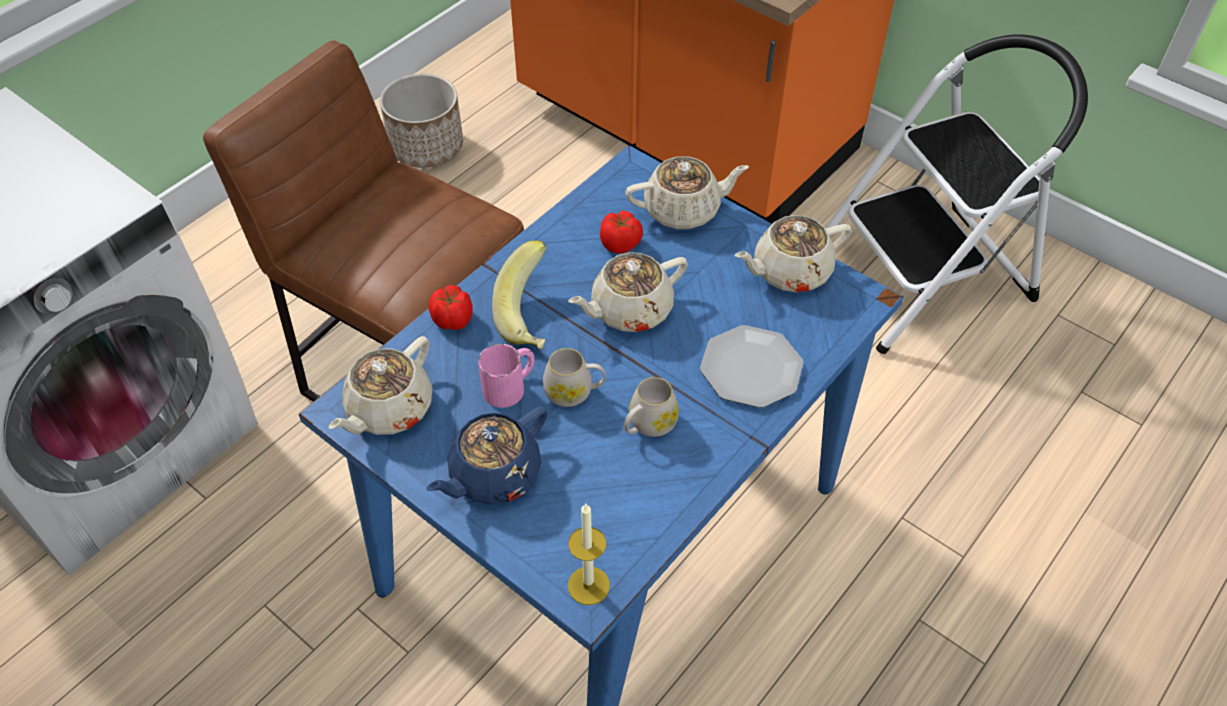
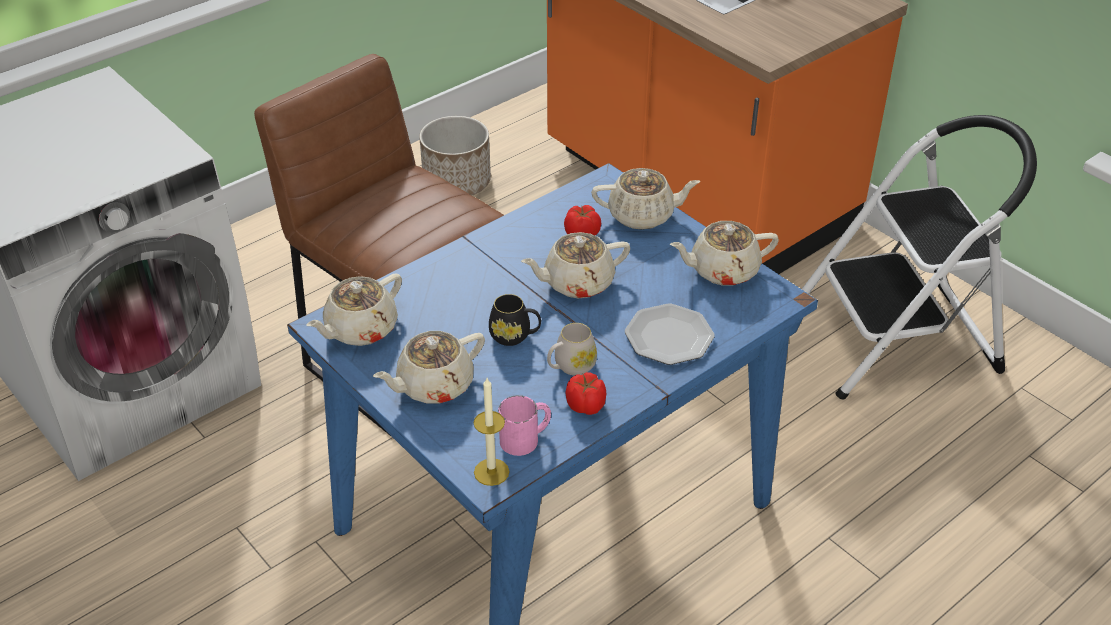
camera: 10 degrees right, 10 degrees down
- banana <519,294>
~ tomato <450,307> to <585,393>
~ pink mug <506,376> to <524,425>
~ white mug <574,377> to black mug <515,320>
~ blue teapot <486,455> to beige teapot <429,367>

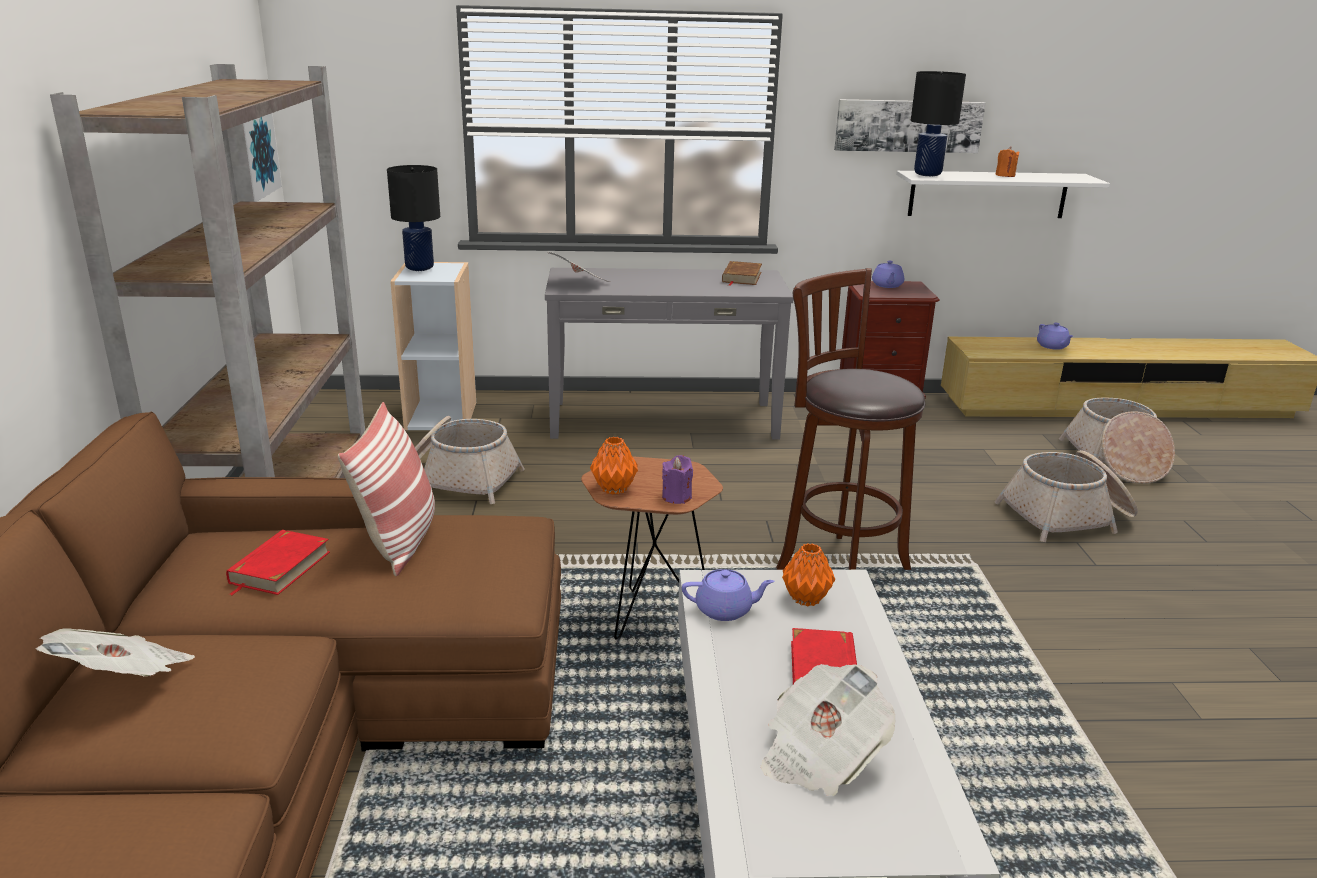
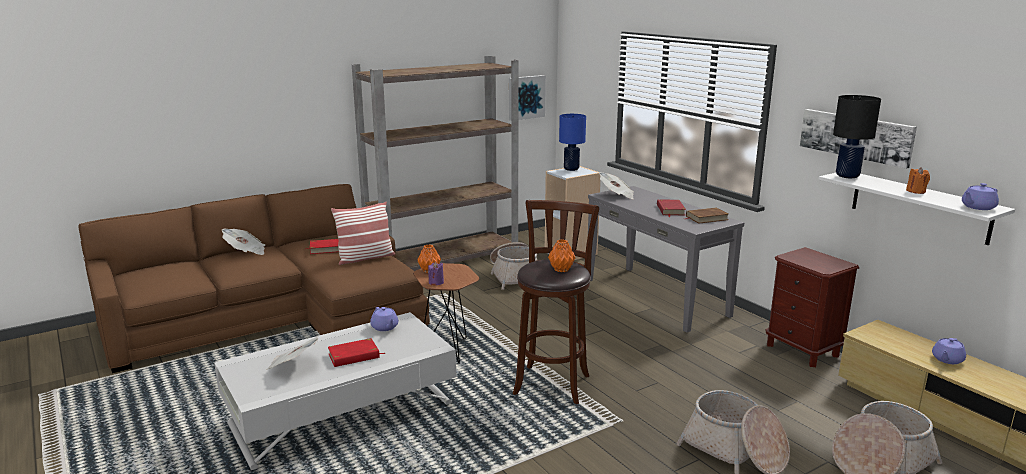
camera: 60 degrees right, 5 degrees down
~ black table lamp <413,218> to blue table lamp <572,142>
~ purple teapot <888,274> to <980,196>
~ orange vase <808,575> to <561,255>
+ red book <671,208>

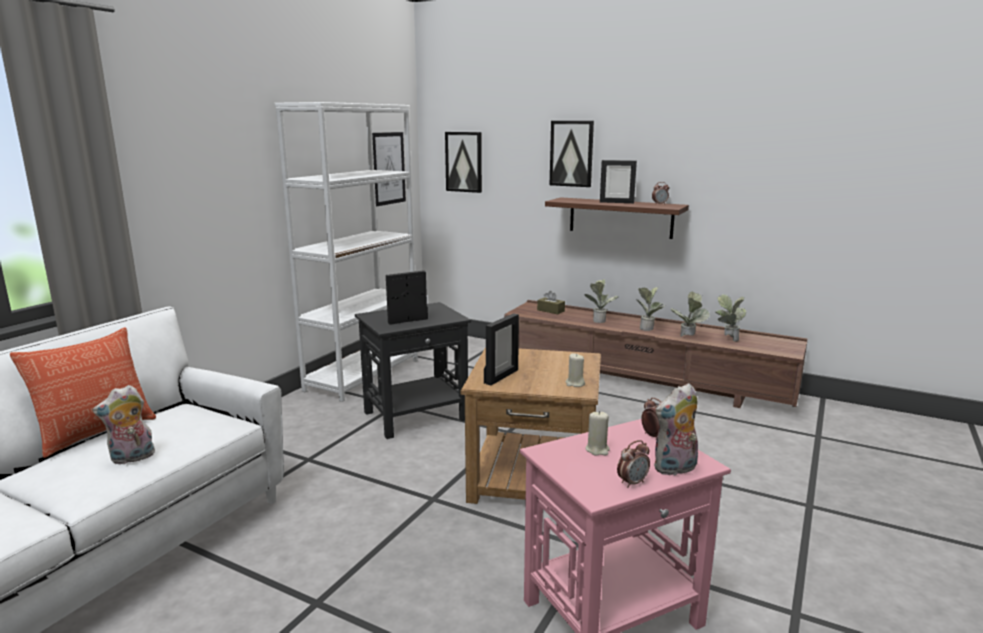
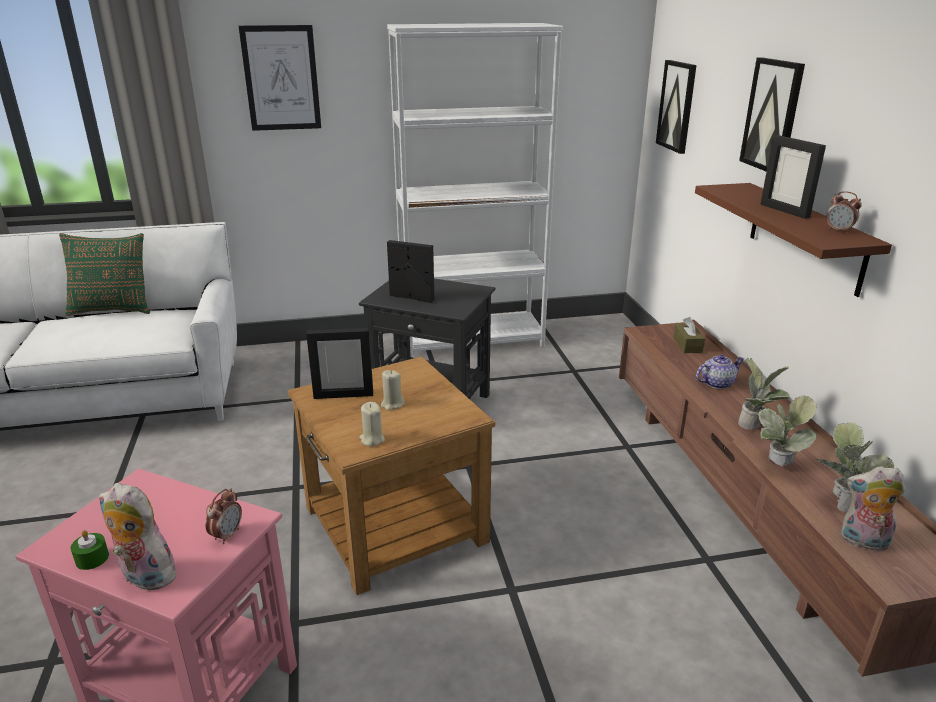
camera: 50 degrees right, 10 degrees up
~ picture <389,169> to <280,78>
~ potted plant <601,301> to teapot <720,372>
~ orange pillow <83,392> to green pillow <104,274>
~ plush toy <124,424> to <873,508>
~ beige candle <597,433> to <393,390>
~ alarm clock <633,464> to green candle <90,550>

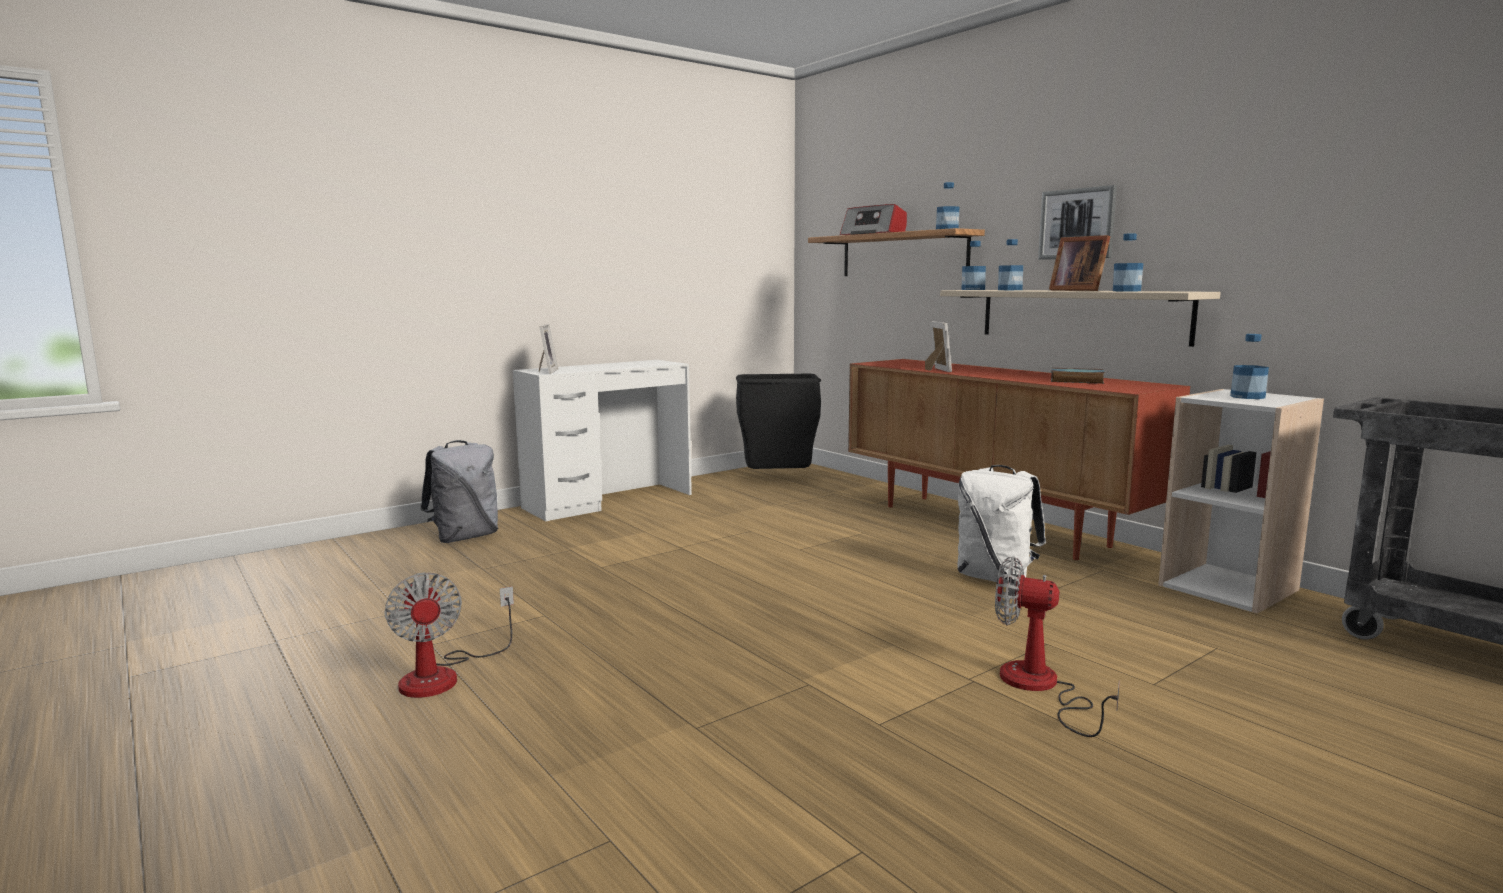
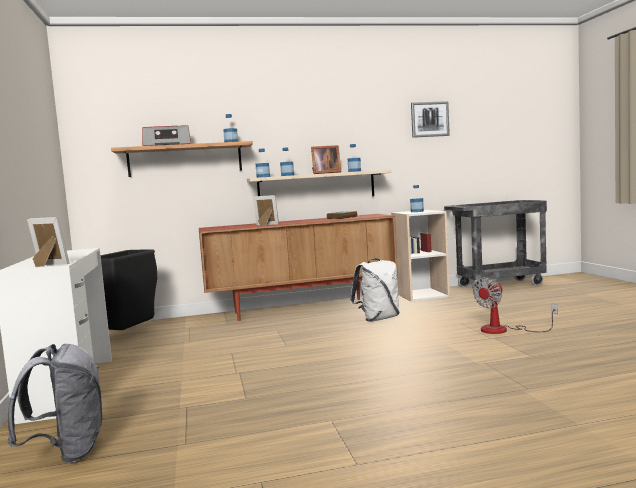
camera: 65 degrees left, 5 degrees down
~ picture <1077,222> to <430,119>
- fan <449,635>

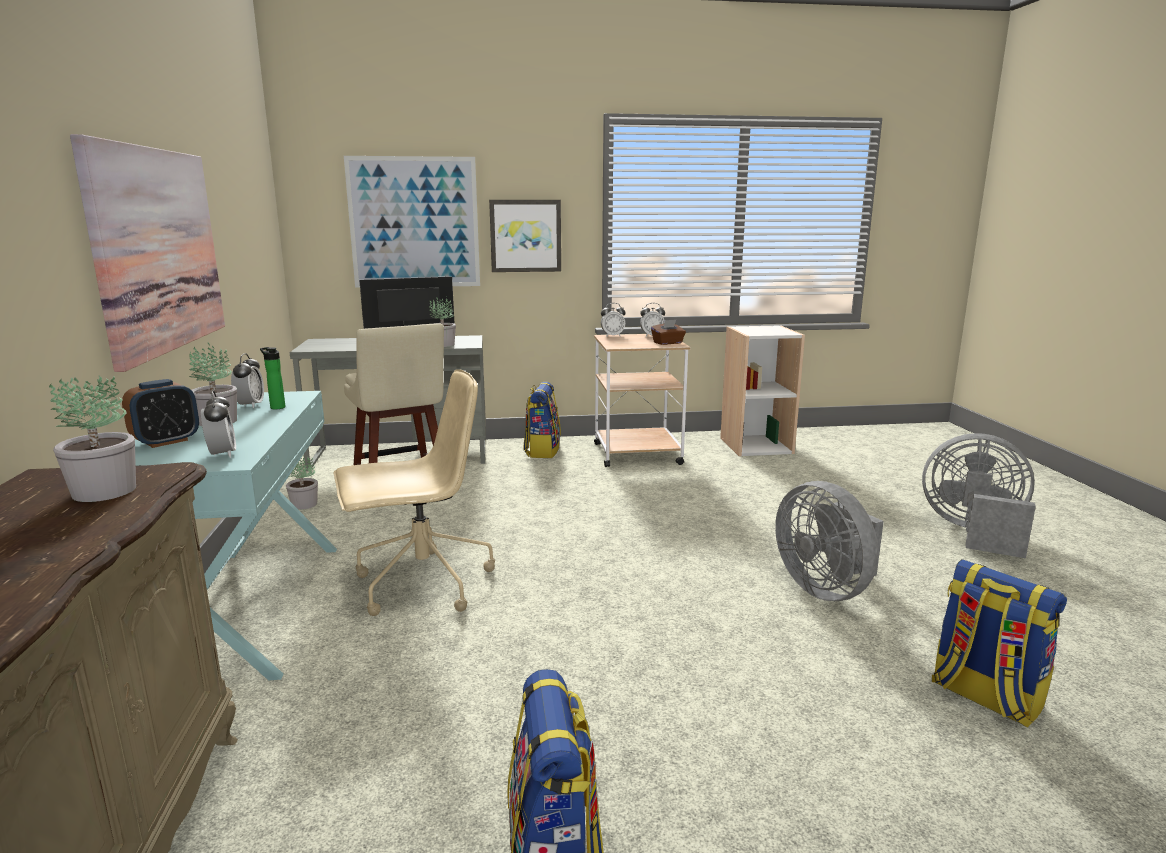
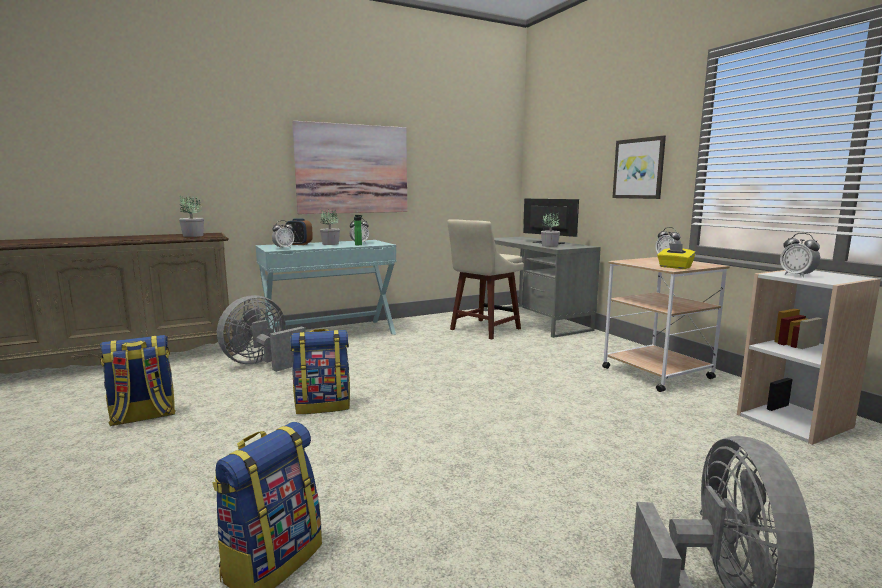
camera: 70 degrees right, 5 degrees down
- picture <412,222>
~ alarm clock <652,319> to <800,255>
~ brown tissue box <668,332> to yellow tissue box <676,256>
- beige office chair <414,492>
~ backpack <542,420> to <320,371>
- potted plant <302,483>
~ grey fan <829,541> to <261,333>

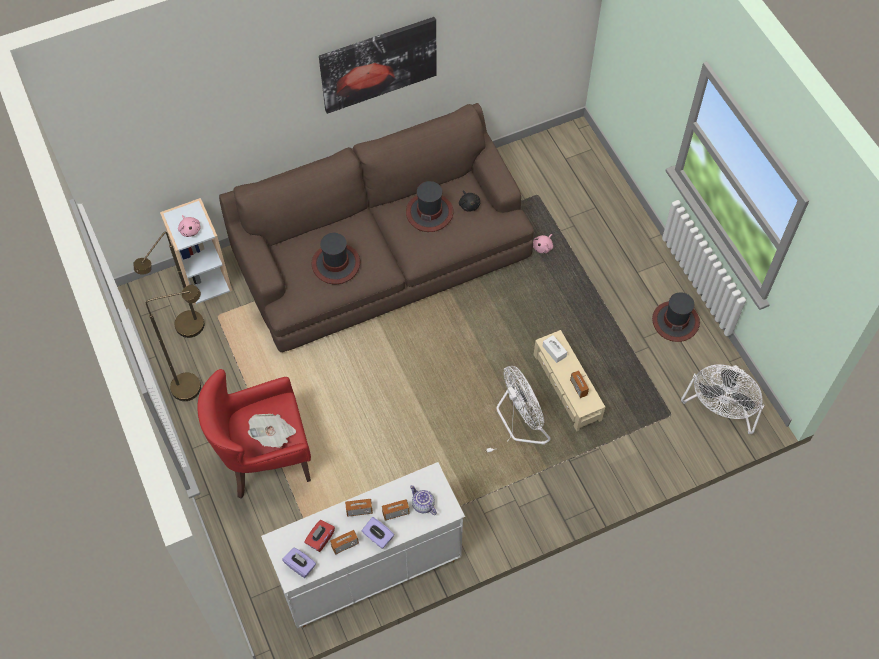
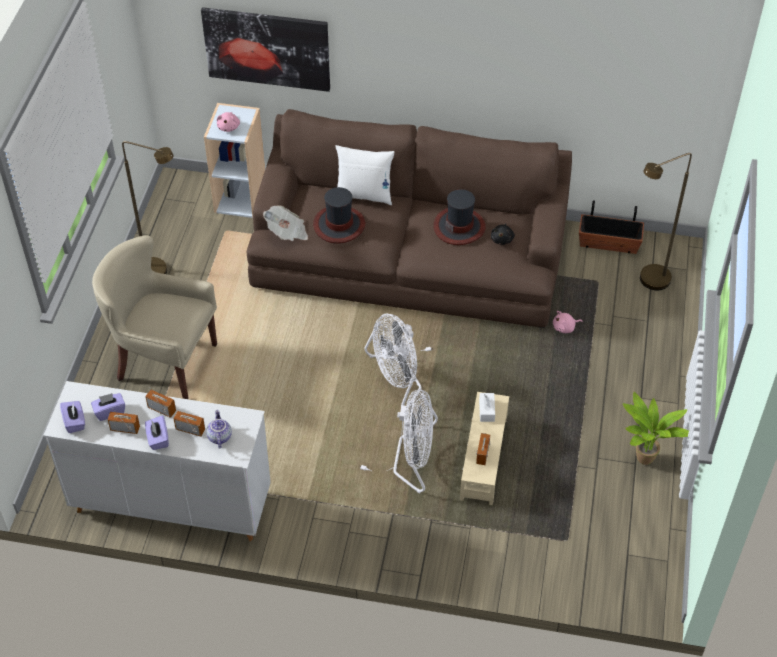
camera: 35 degrees right, 10 degrees down
~ picture <377,65> to <265,49>
~ brown floor lamp <169,285> to <666,221>
~ hat <676,317> to potted plant <656,428>
~ white fan <722,399> to <398,361>
~ red armchair <254,434> to beige armchair <154,317>
~ newspaper <272,431> to <285,223>
~ red tissue box <319,536> to purple tissue box <108,407>
+ white pillow <364,175>
+ planter <611,227>

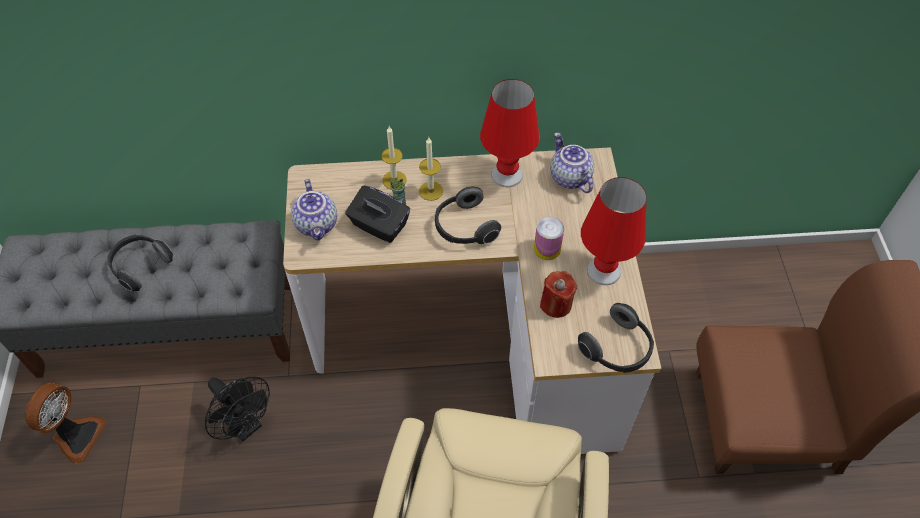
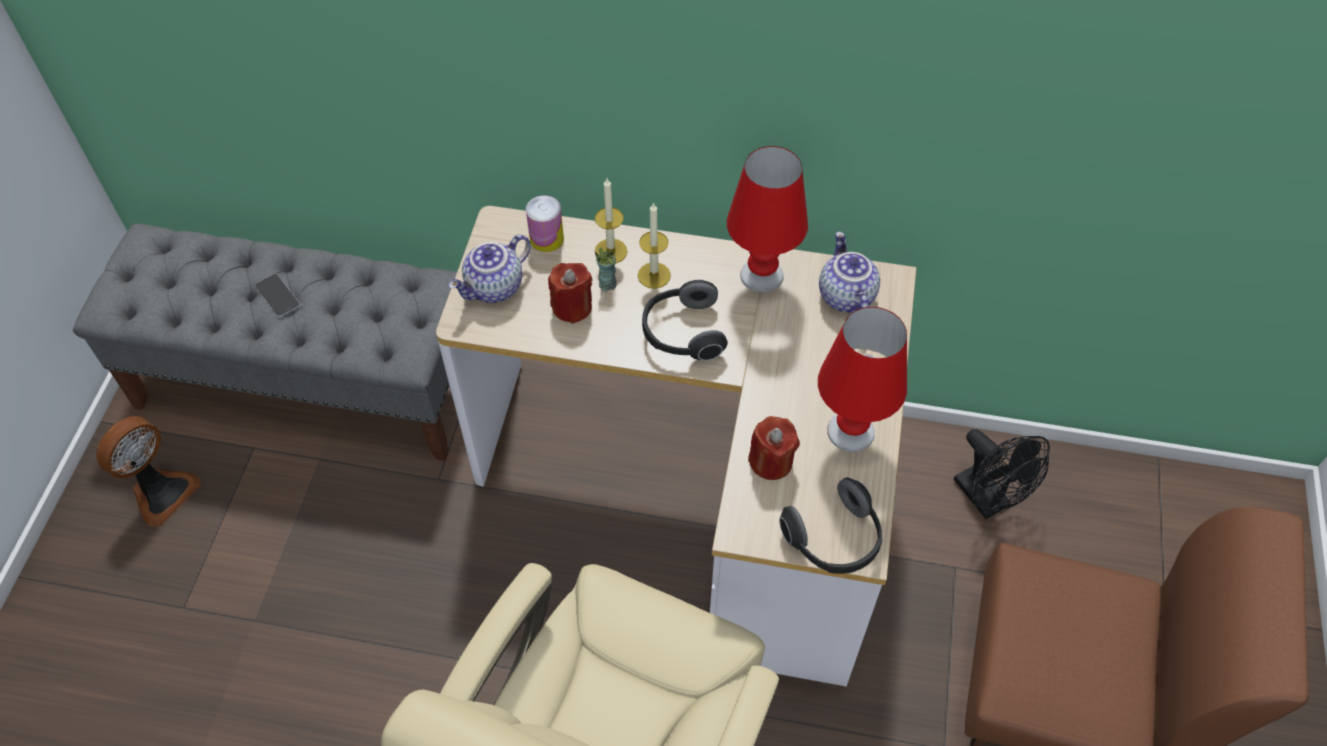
camera: 15 degrees right, 0 degrees up
~ teapot <314,209> = <490,268> 45 degrees clockwise
~ black tissue box <378,214> to red candle <570,293>
~ can <549,238> to <545,223>
~ headphones <140,263> to phone <278,295>
~ black fan <237,409> to <1002,474>

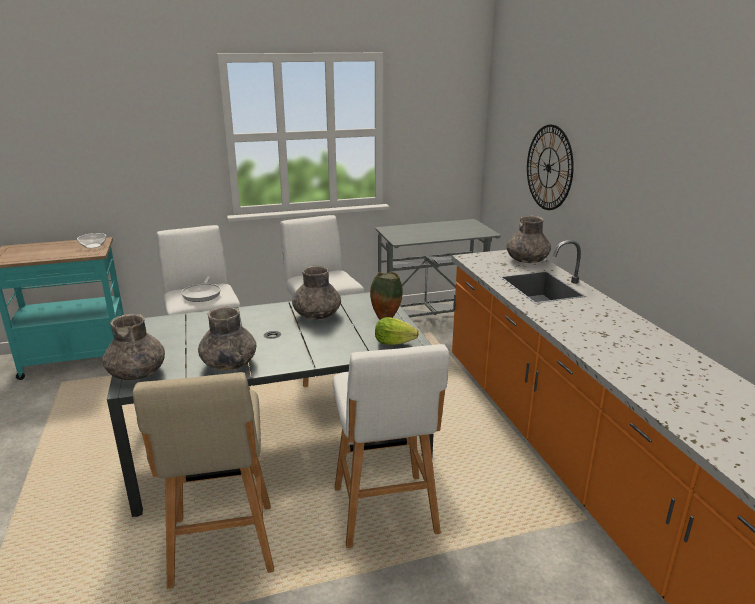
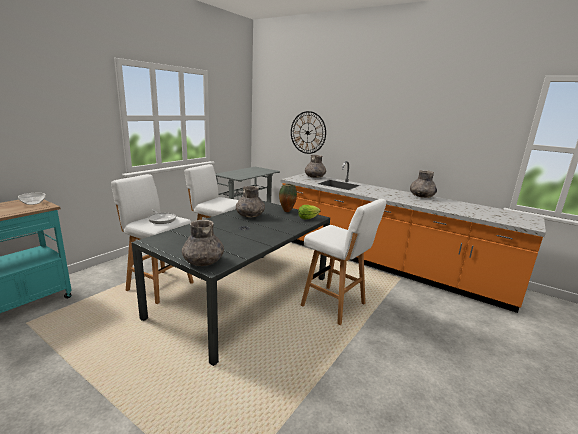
camera: 40 degrees left, 5 degrees down
~ grey vase <227,338> to <423,184>
- beige stool <203,480>

